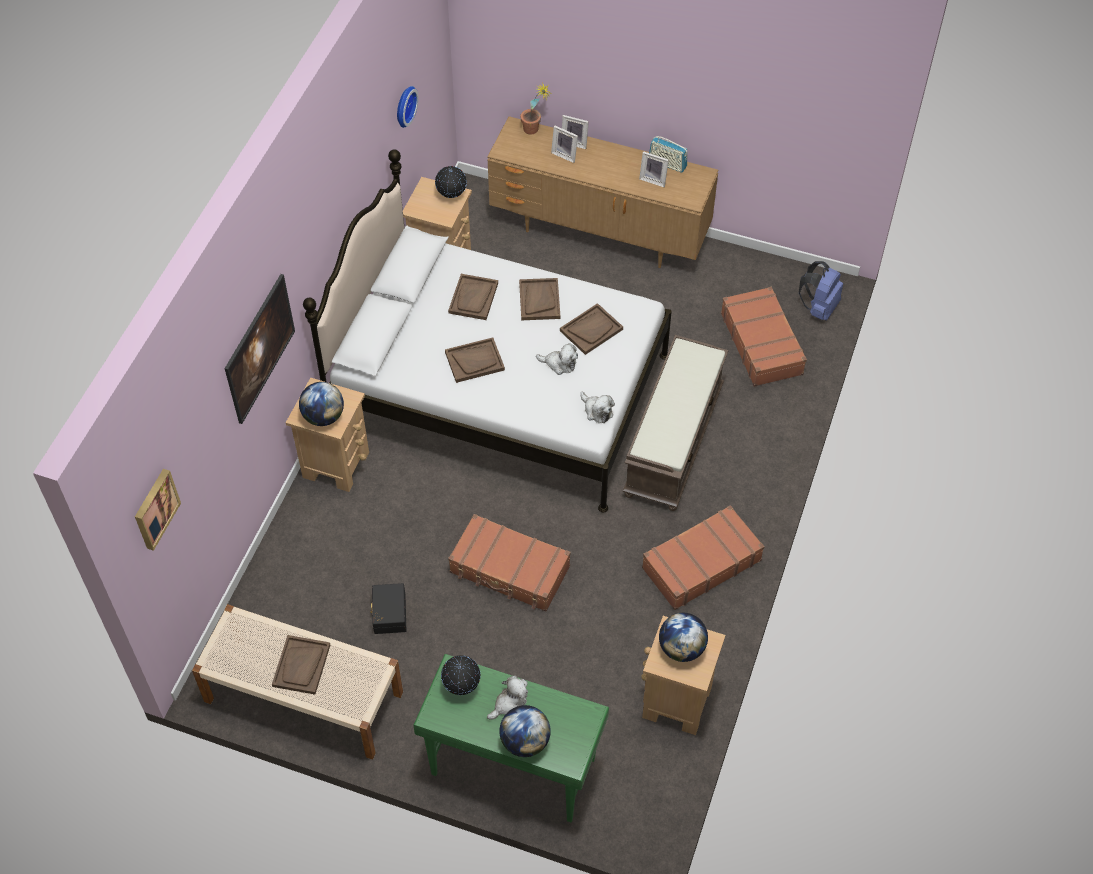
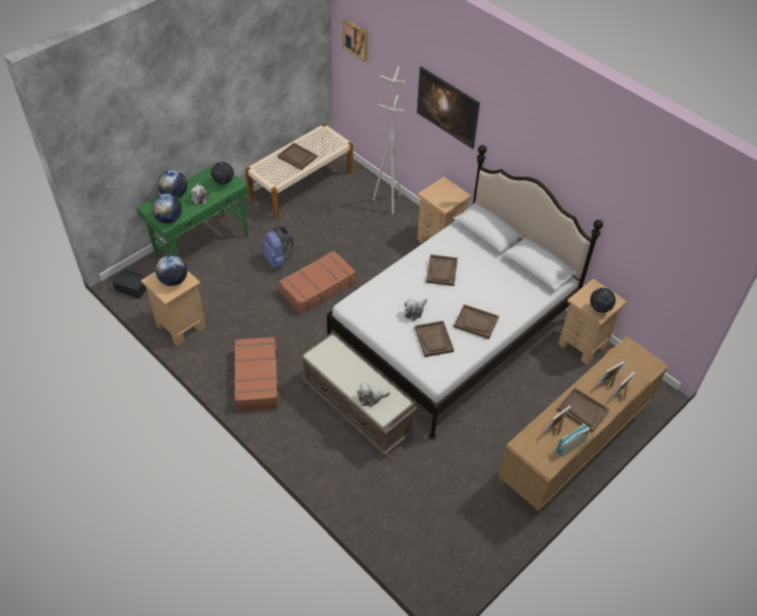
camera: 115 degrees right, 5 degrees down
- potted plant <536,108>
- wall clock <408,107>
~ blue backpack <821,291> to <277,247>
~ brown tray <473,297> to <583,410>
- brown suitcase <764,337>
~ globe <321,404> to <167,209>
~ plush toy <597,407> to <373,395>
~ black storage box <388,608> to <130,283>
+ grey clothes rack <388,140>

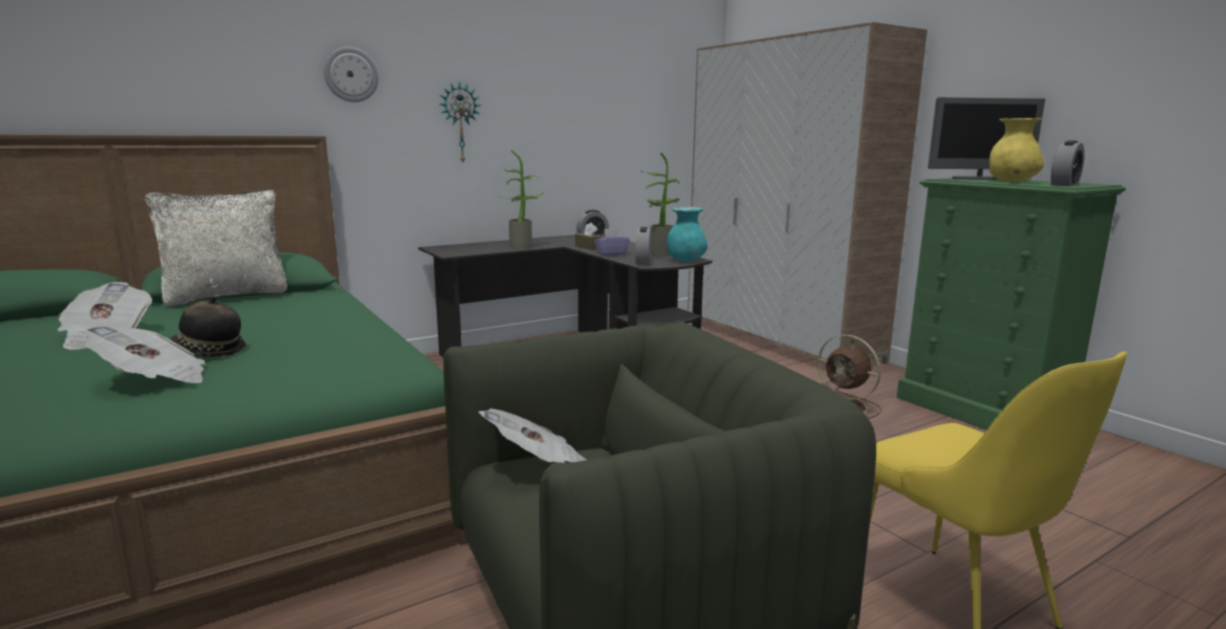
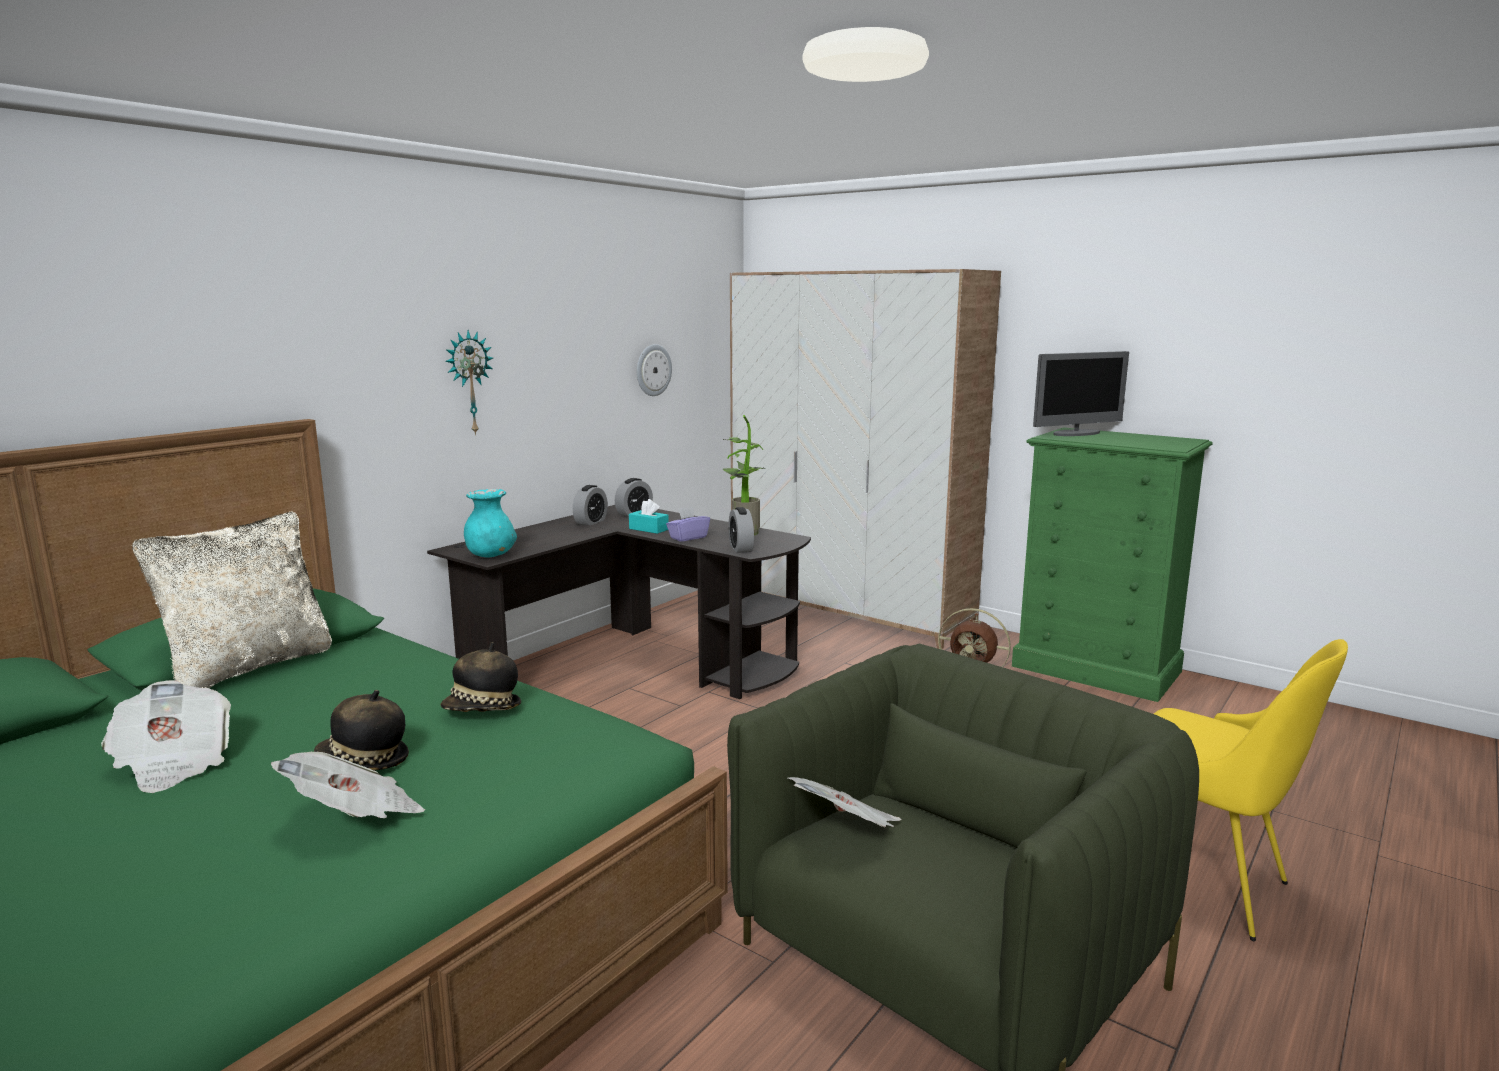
camera: 20 degrees left, 0 degrees up
~ wall clock <351,74> to <654,370>
- yellow vase <1016,150>
~ alarm clock <1068,163> to <590,505>
- potted plant <520,199>
~ turquoise vase <687,234> to <490,523>
~ brown tissue box <589,236> to turquoise tissue box <649,516>
+ hat <480,677>

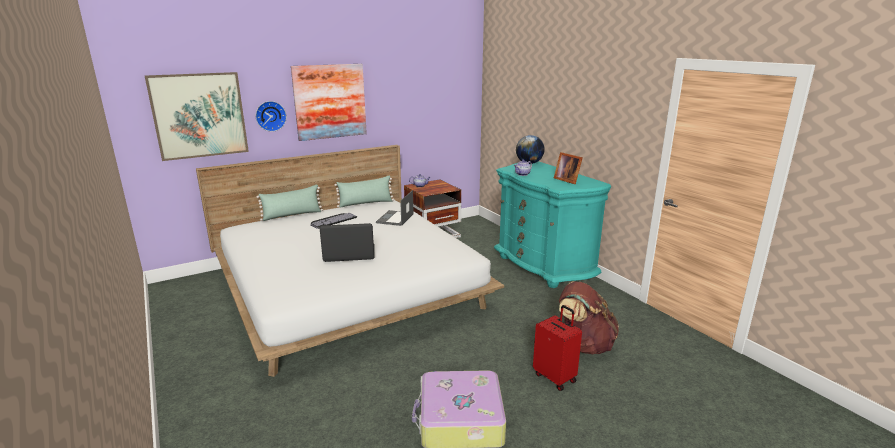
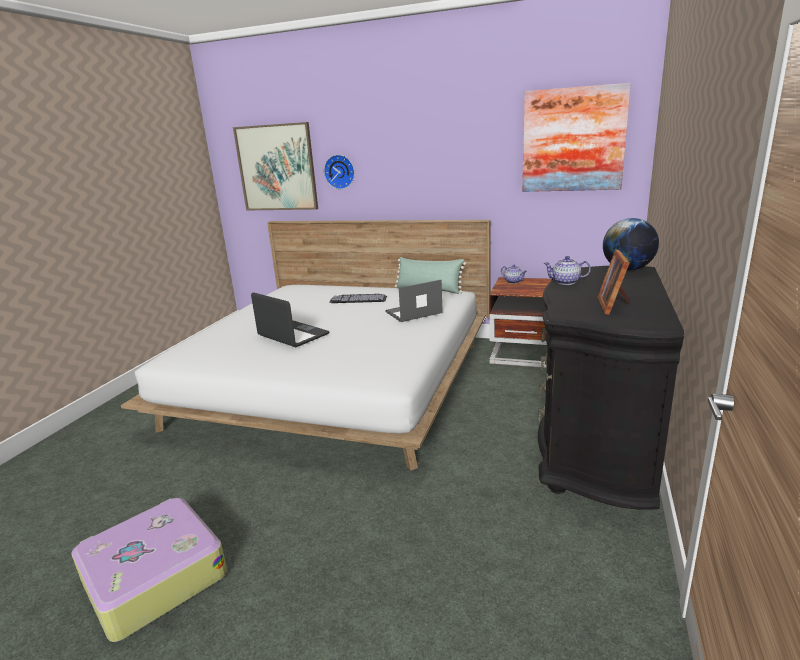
camera: 50 degrees right, 0 degrees up
~ picture <329,102> to <576,137>
~ turquoise dresser <552,224> to black dresser <611,388>
- green pillow <290,203>
- brown backpack <589,317>
- red suitcase <557,348>

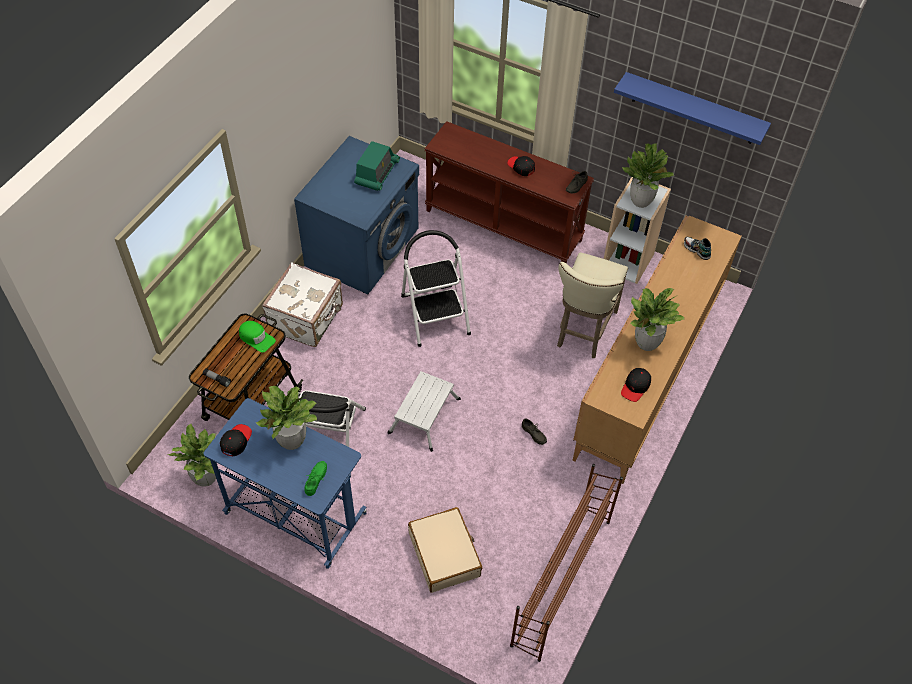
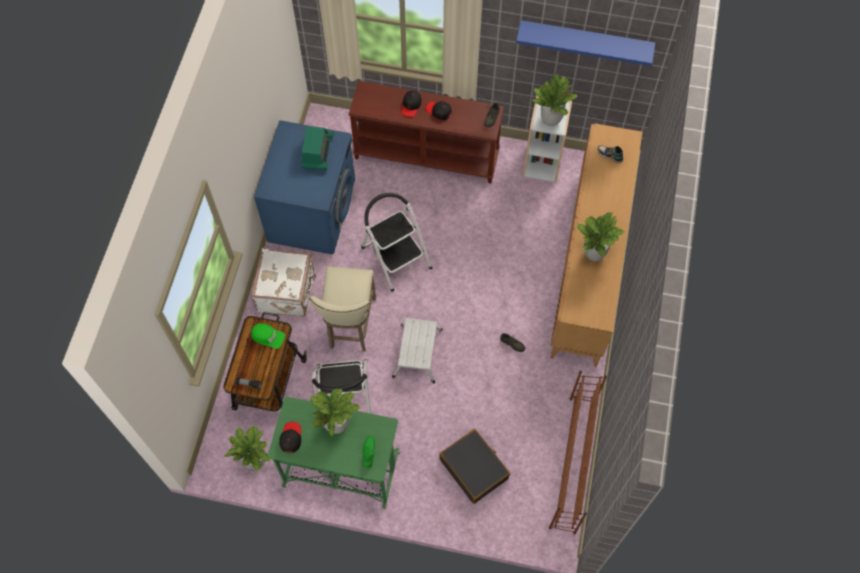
camera: 15 degrees left, 10 degrees up
~ beige stool <592,305> to <342,308>
~ black cap <636,385> to <411,104>
~ blue desk <285,483> to green desk <334,453>
~ beige suitcase <445,550> to black suitcase <474,466>

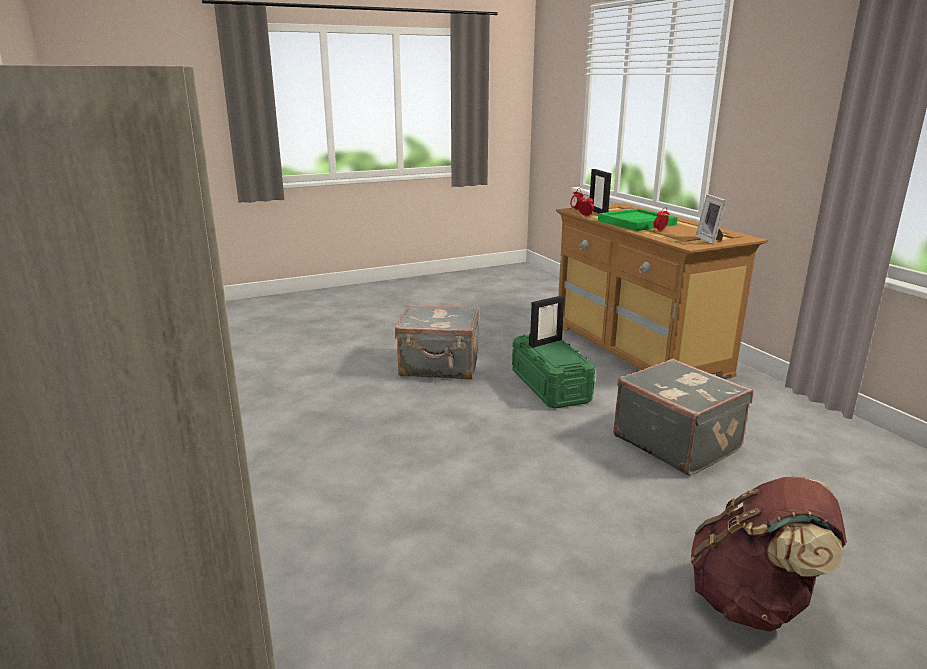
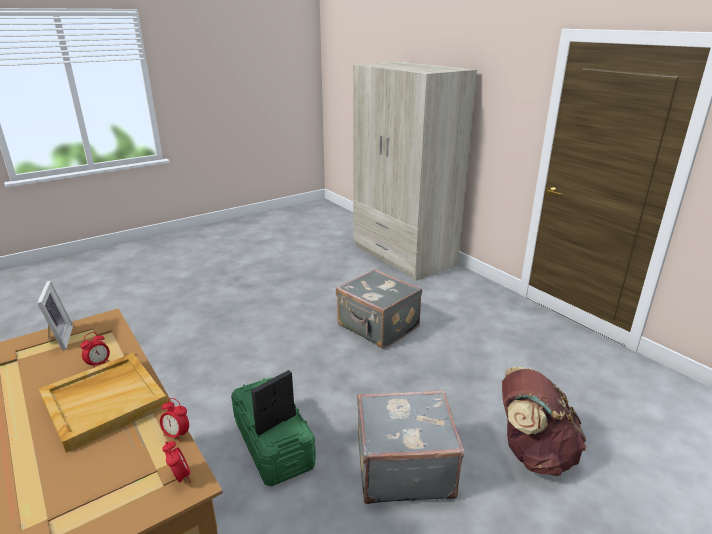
camera: 170 degrees right, 5 degrees up
- picture frame <600,191>
~ green tray <638,220> to beige tray <103,403>
~ grey suitcase <683,417> to <379,309>
~ brown backpack <769,554> to <544,421>

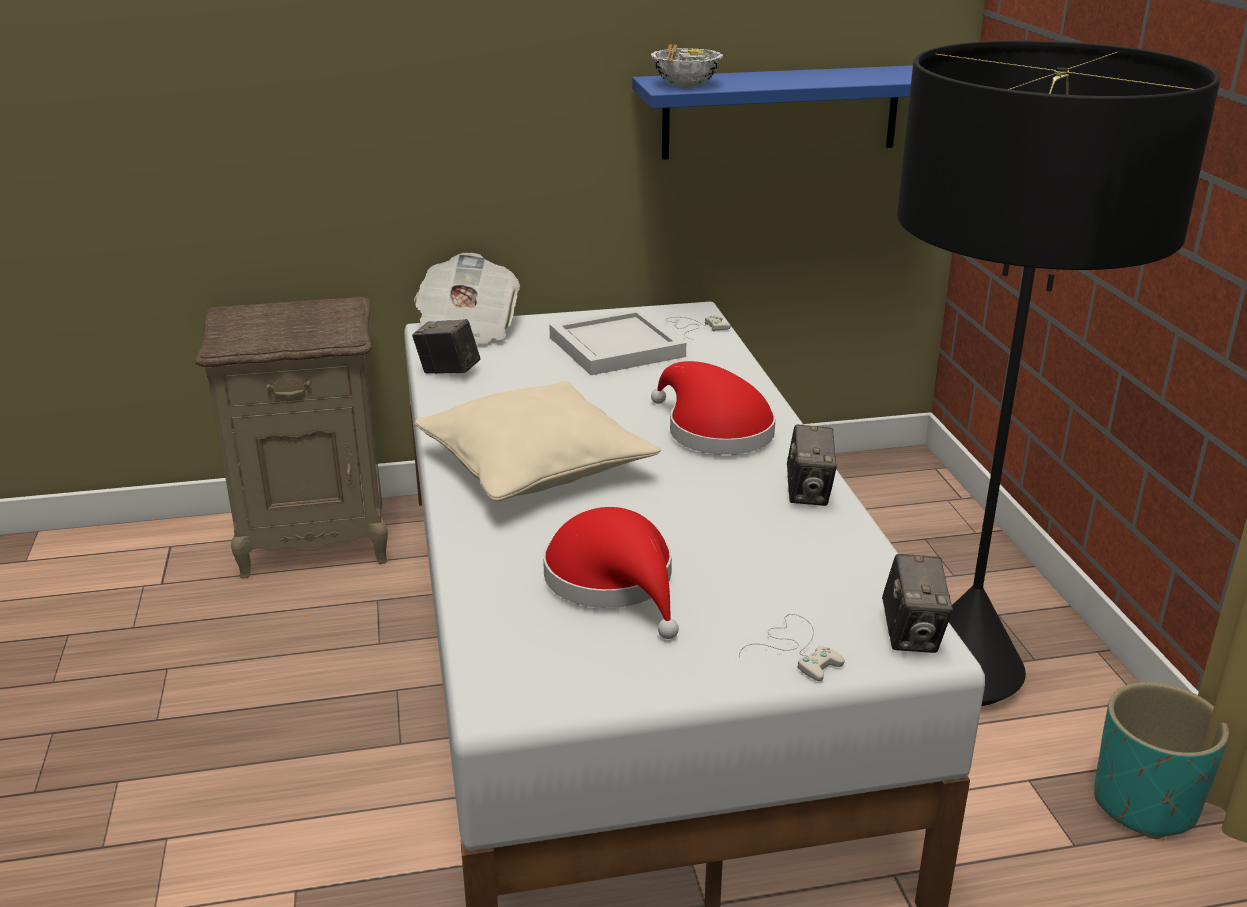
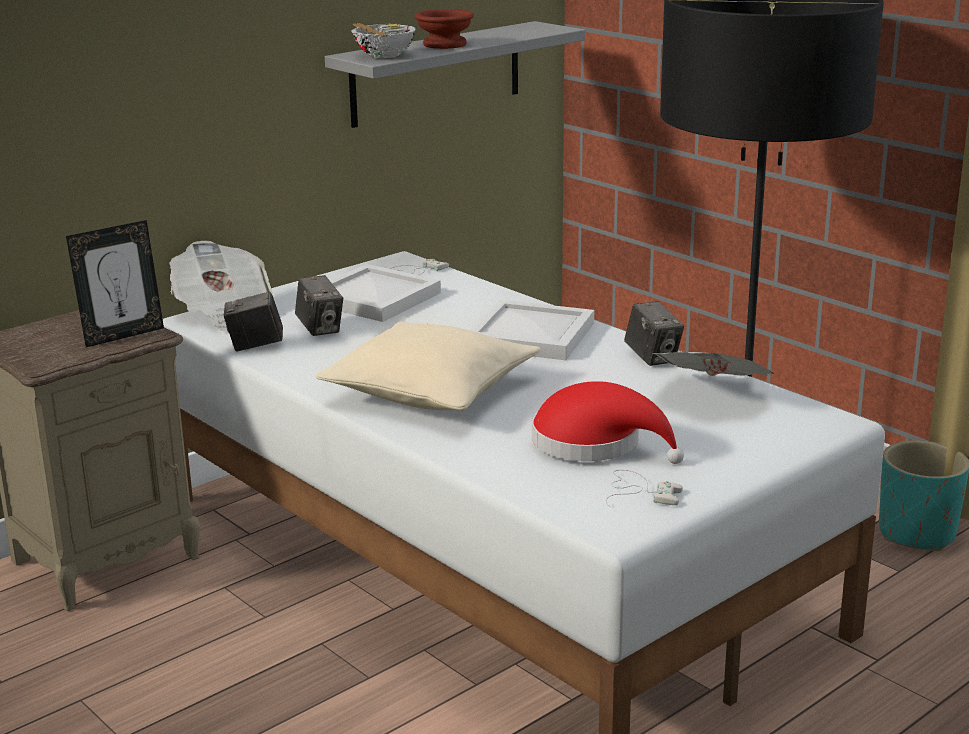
camera: 30 degrees left, 5 degrees down
~ blue shelf <772,113> to grey shelf <455,74>
~ red hat <713,408> to white tray <532,330>
~ photo camera <917,603> to <319,305>
~ white game controller <792,647> to <644,488>
+ brown bowl <444,29>
+ picture frame <115,283>
+ newspaper <713,364>

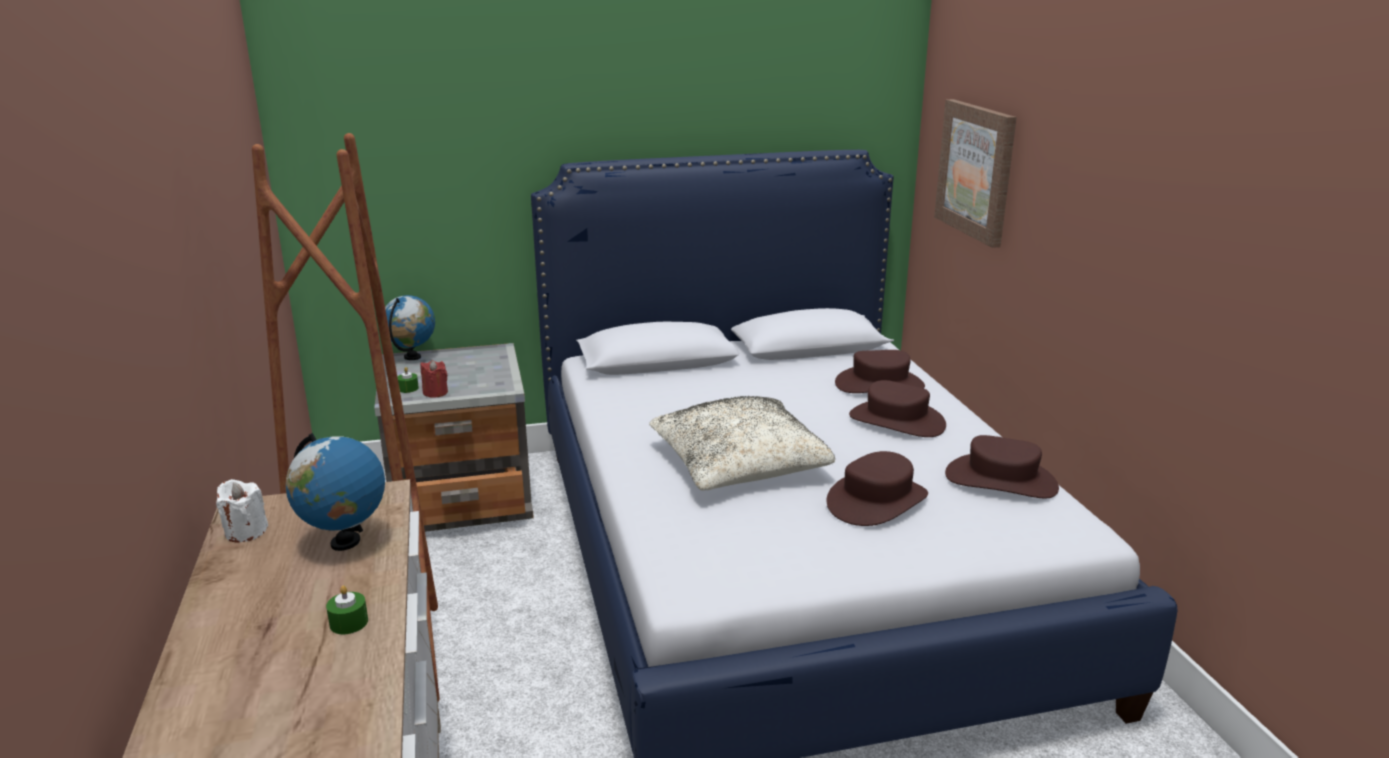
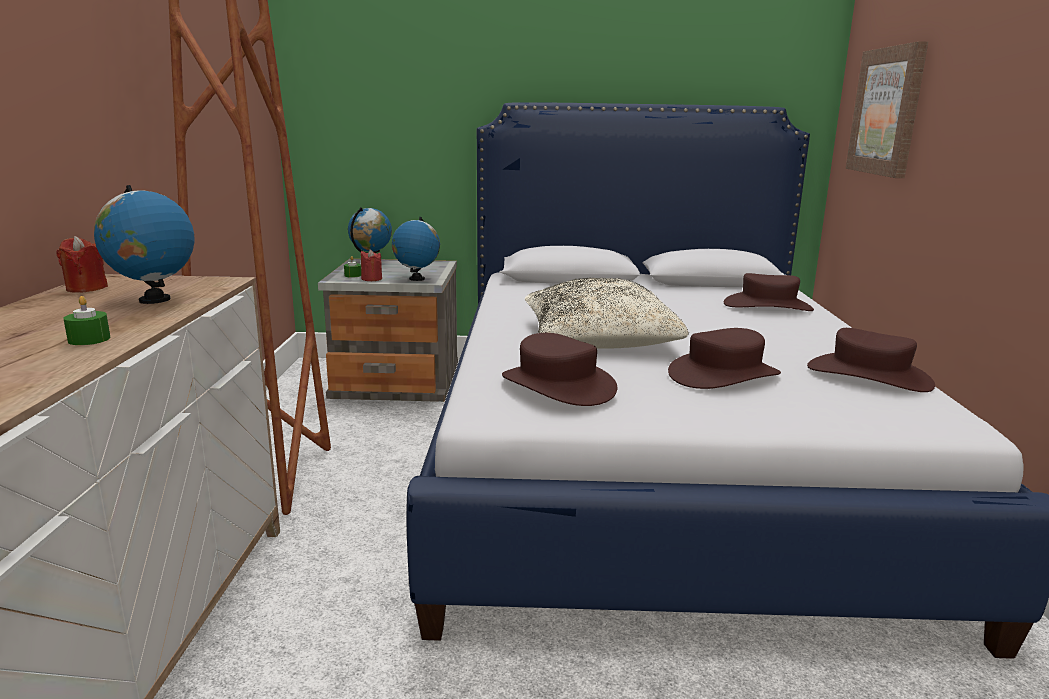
camera: 15 degrees right, 5 degrees down
~ brown hat <897,408> to <559,369>
~ white candle <242,511> to red candle <82,264>
+ globe <416,249>

